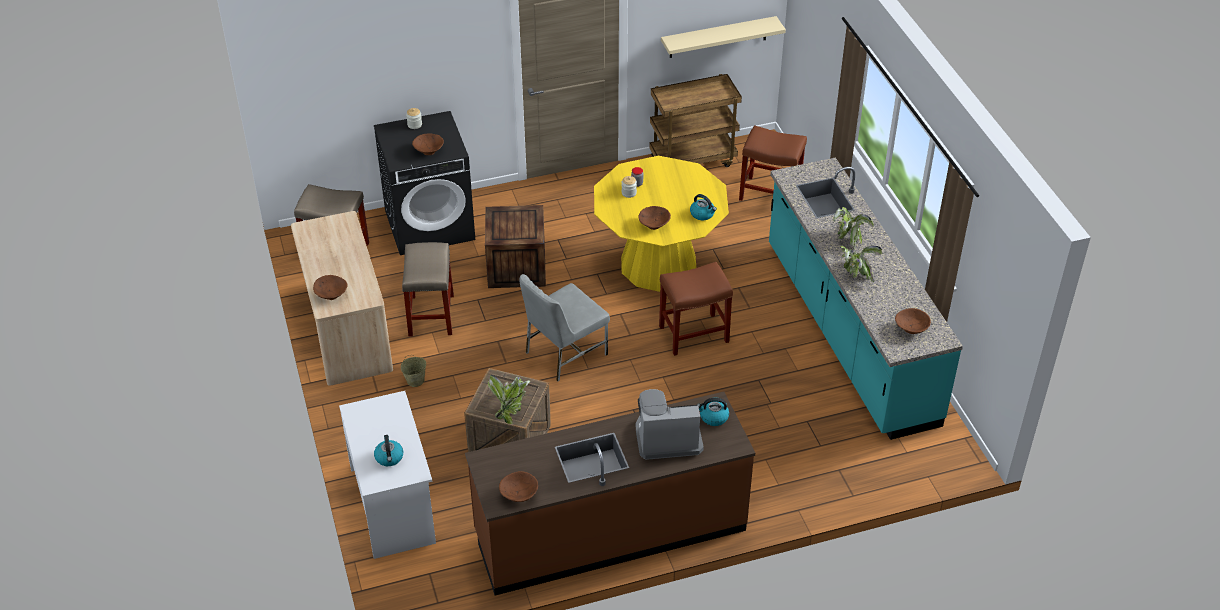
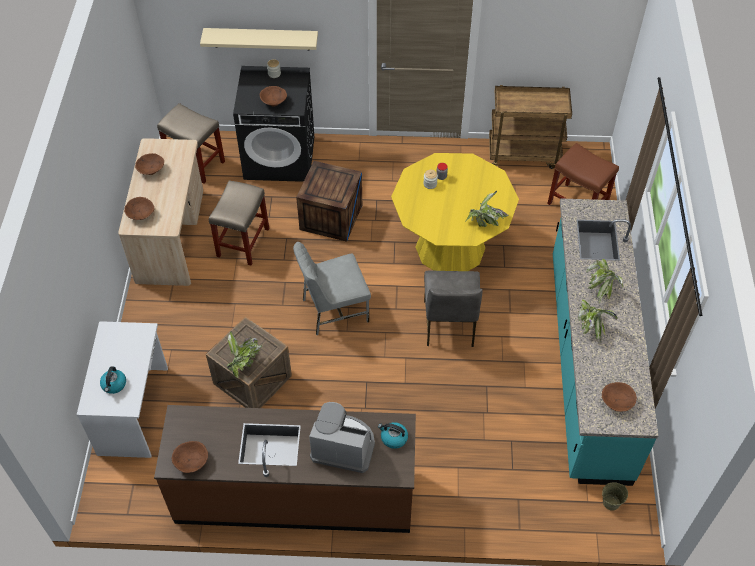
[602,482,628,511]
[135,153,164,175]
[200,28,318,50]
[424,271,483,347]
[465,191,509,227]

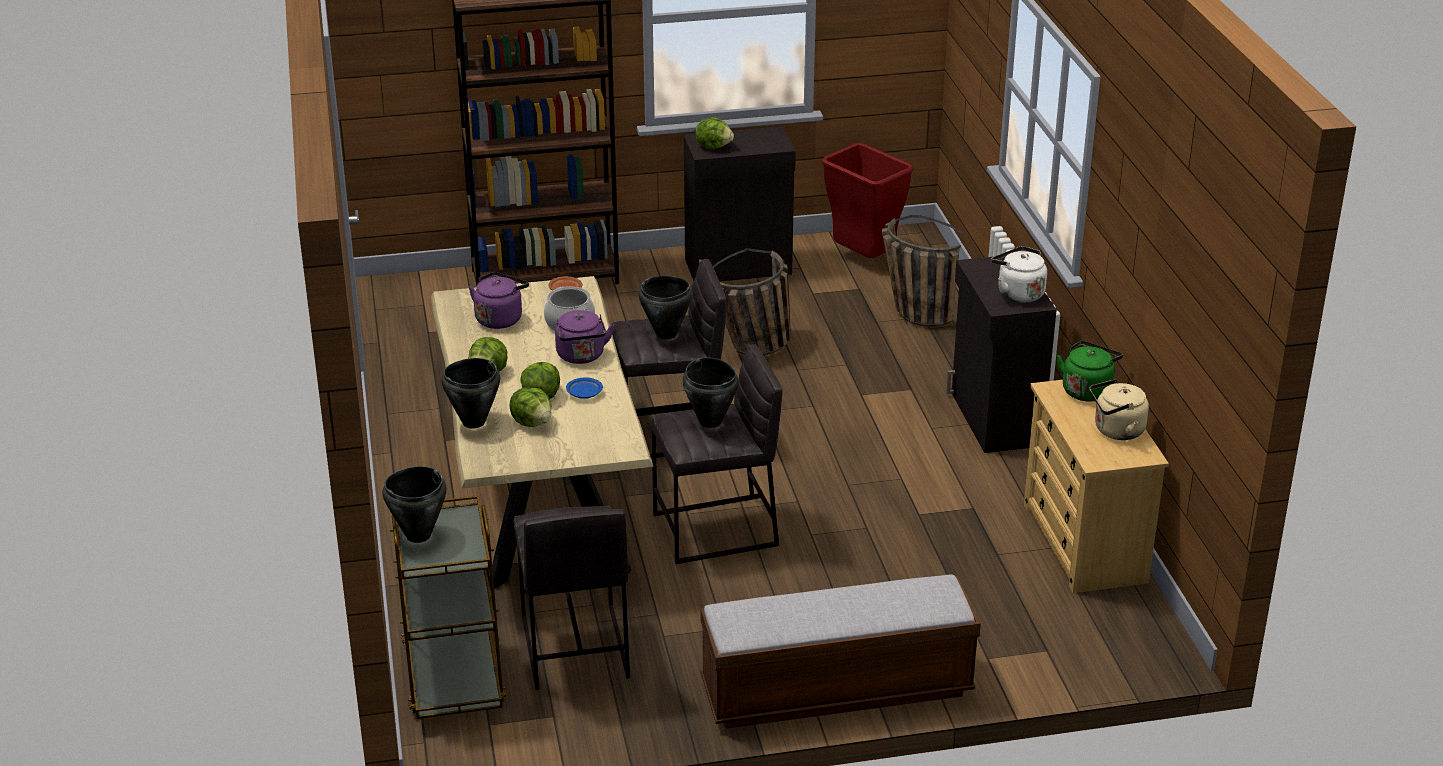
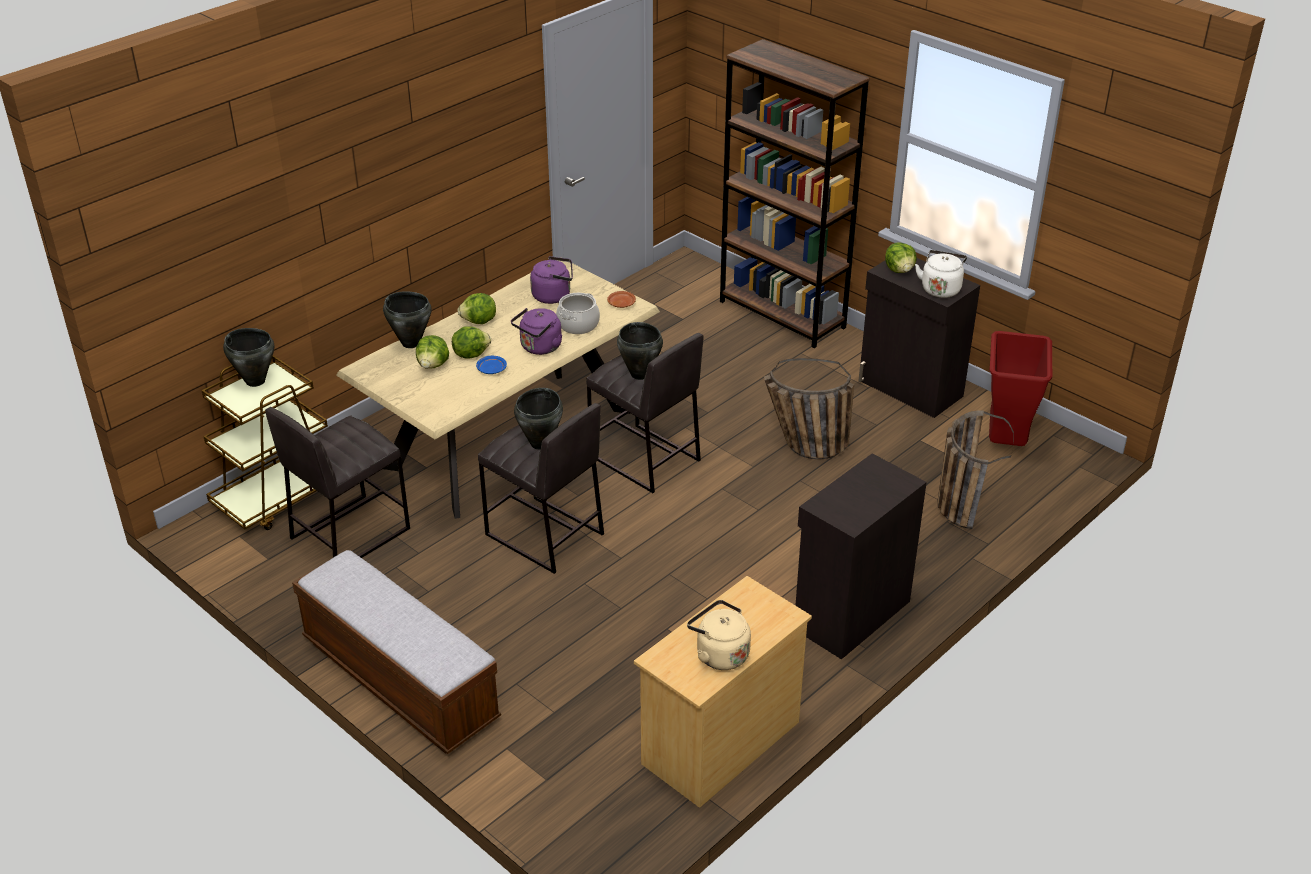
[1056,341,1123,402] (first image)
[915,250,967,298]

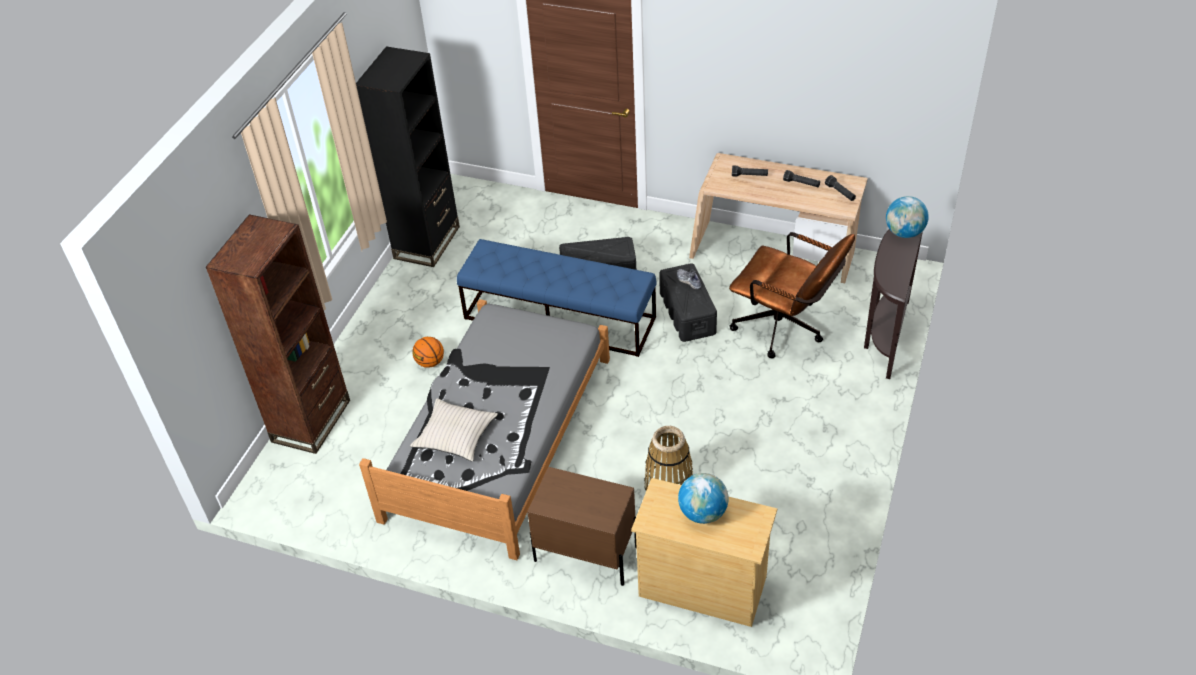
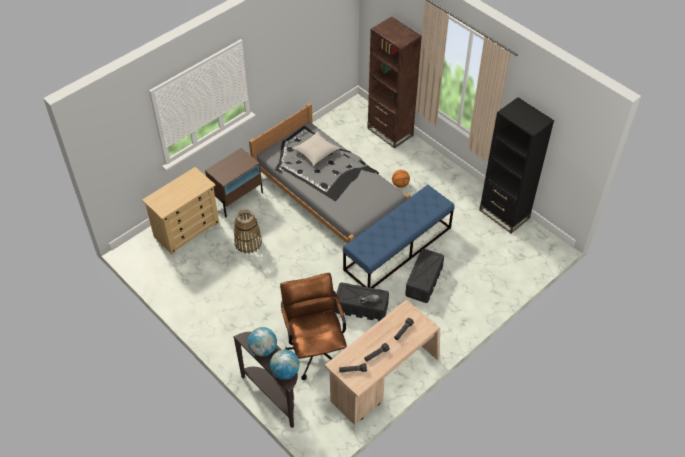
[248,327,277,357]
[280,273,347,380]

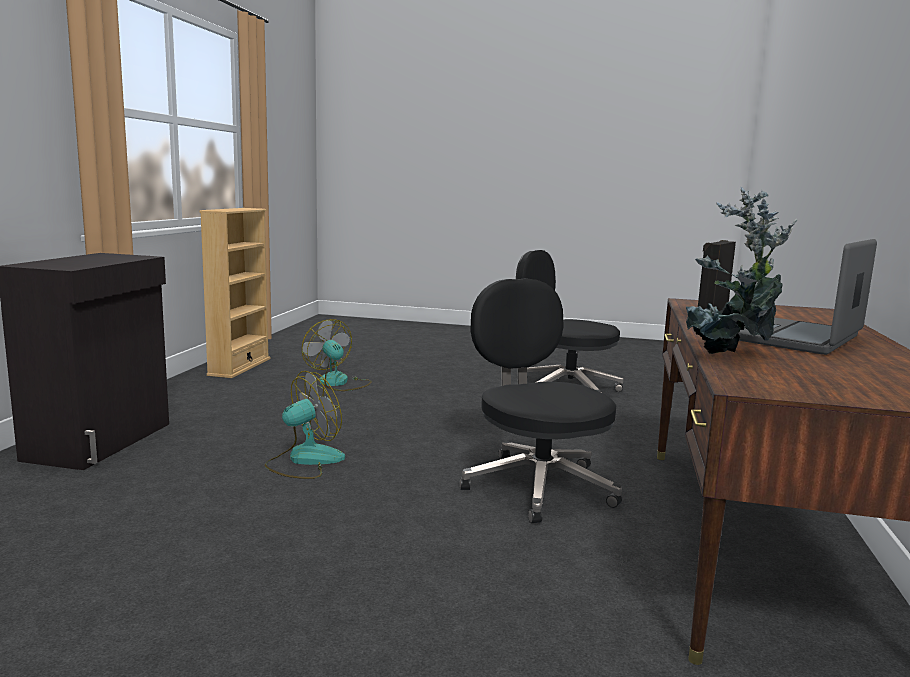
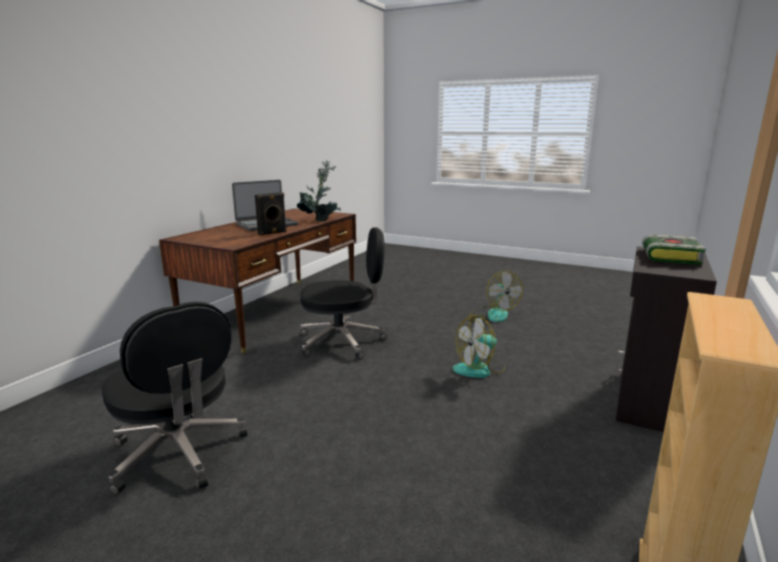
[642,235,706,265]
[470,270,523,322]
[300,227,387,359]

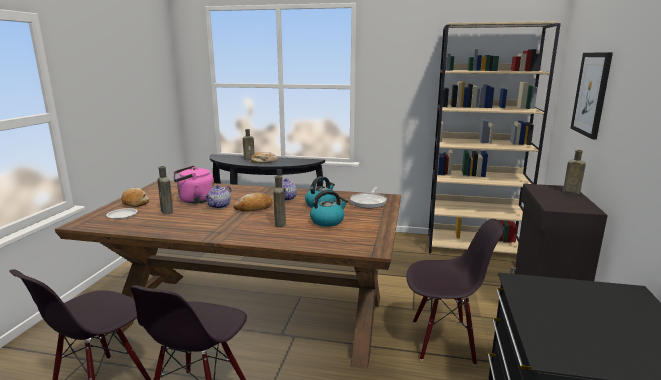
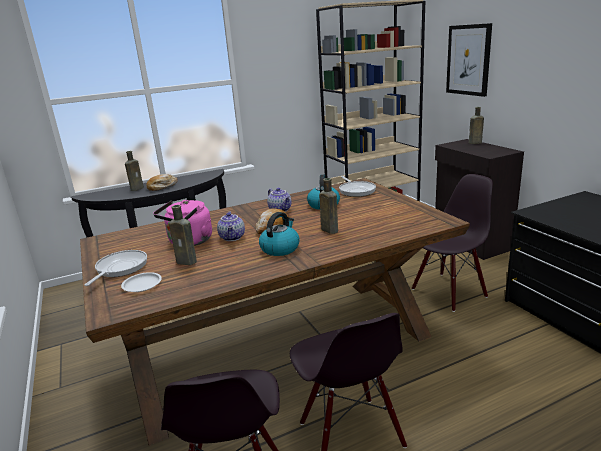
[259,212,300,256]
[84,250,147,286]

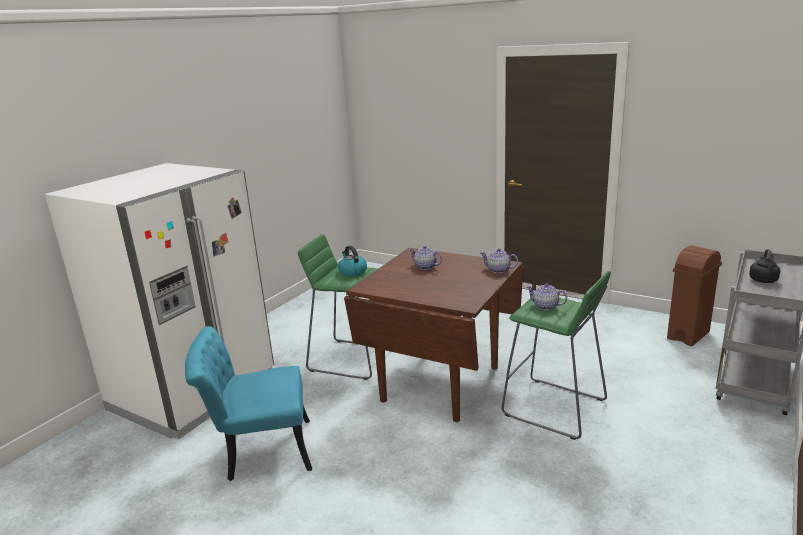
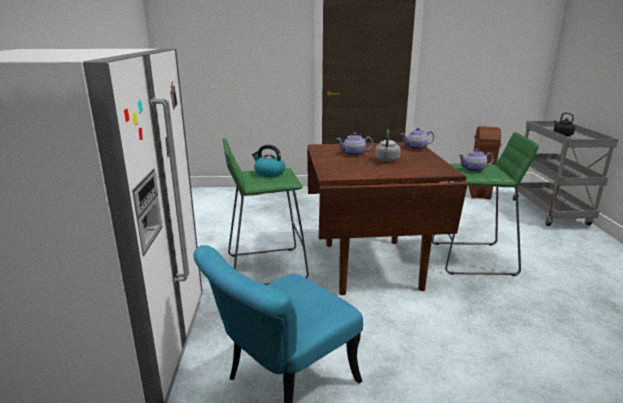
[375,130,401,162]

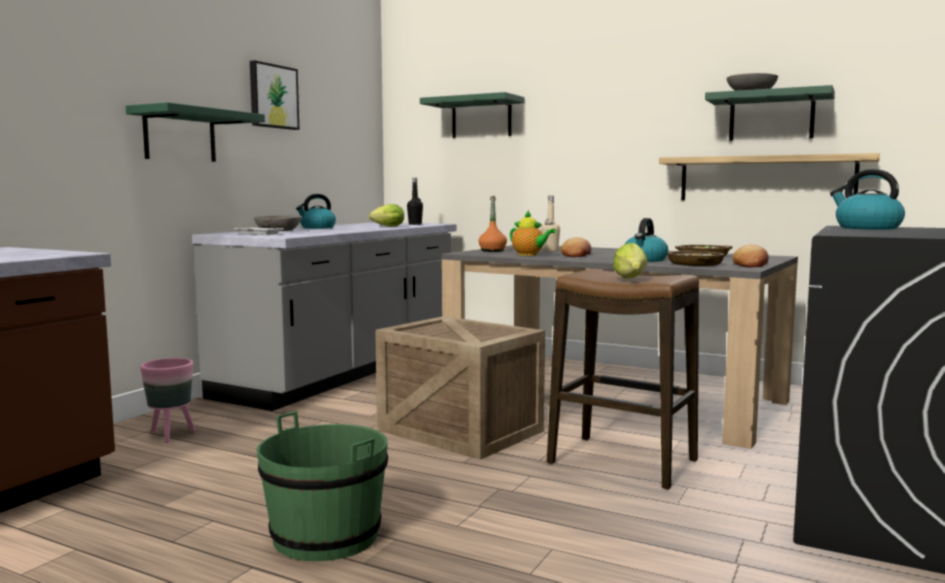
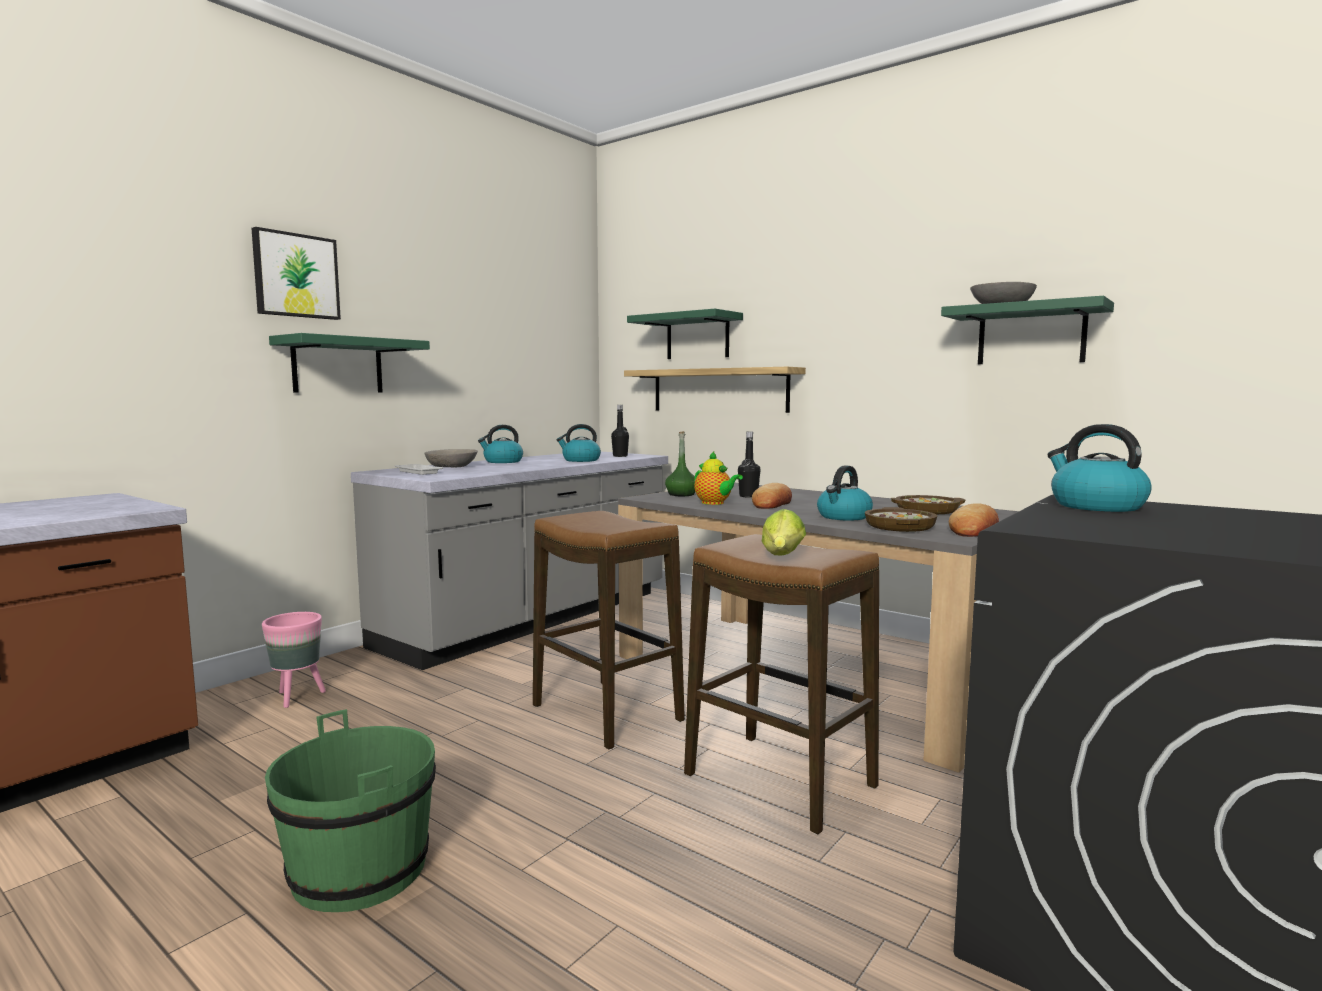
[251,227,341,320]
[624,367,806,413]
[556,424,601,462]
[533,511,685,750]
[665,431,695,496]
[738,432,760,498]

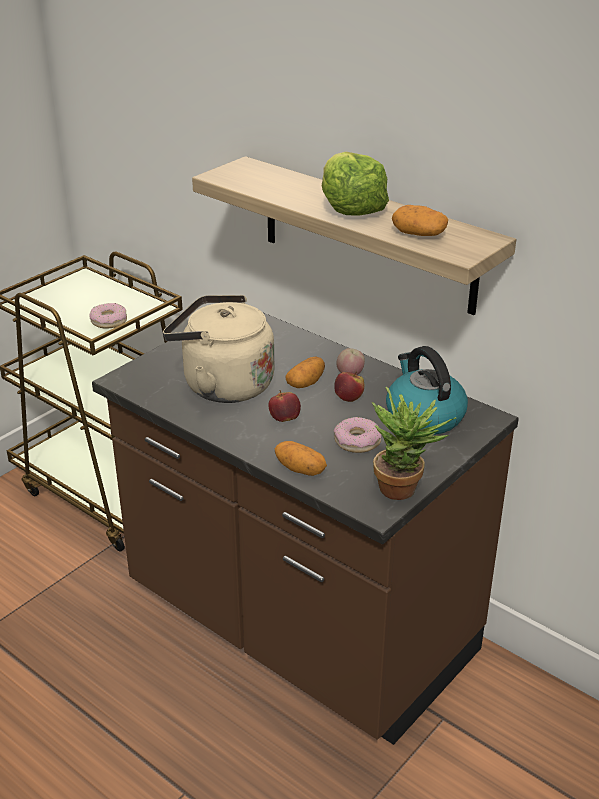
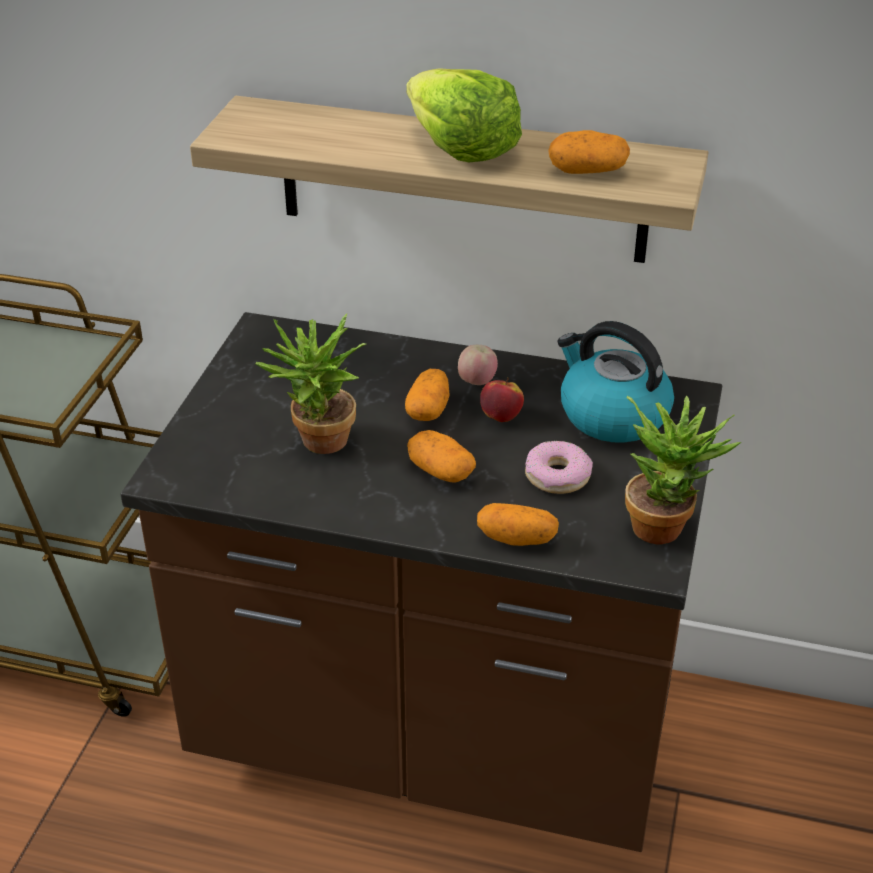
[90,303,127,329] (first image)
[255,314,366,454]
[407,430,476,482]

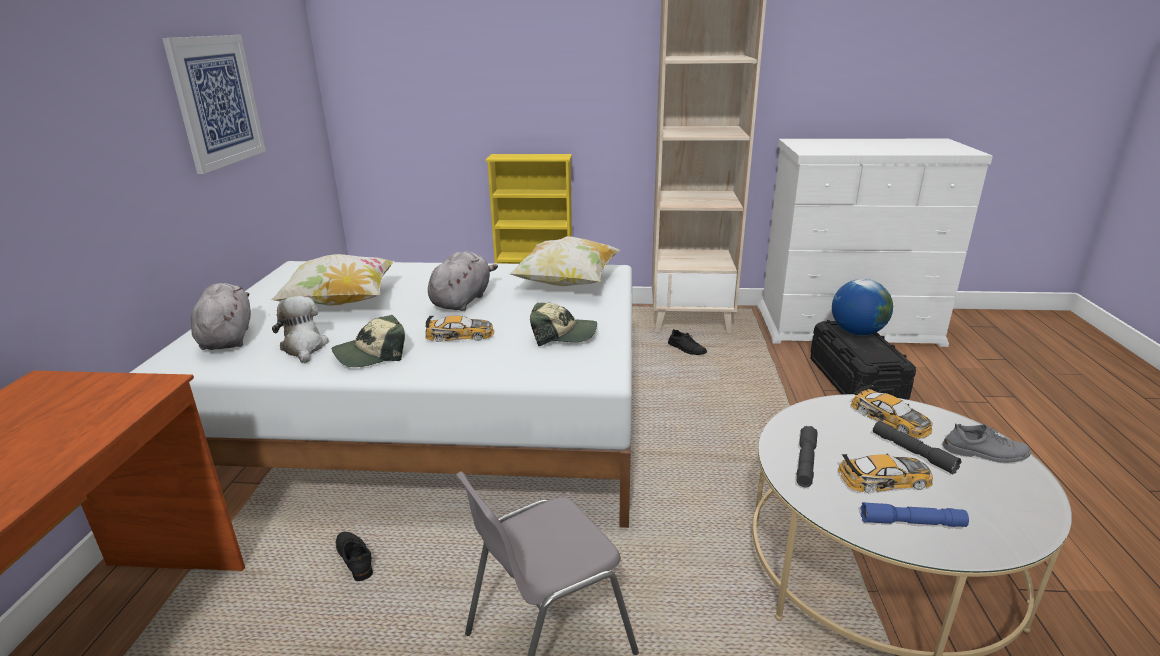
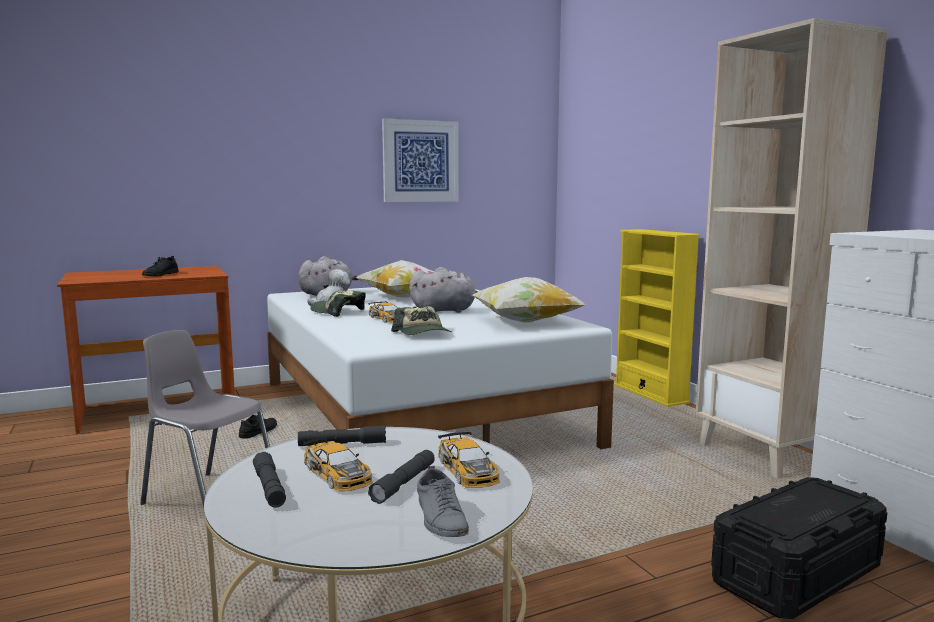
[832,279,893,335] (first image)
[142,256,179,276]
[253,452,286,508]
[438,431,500,488]

